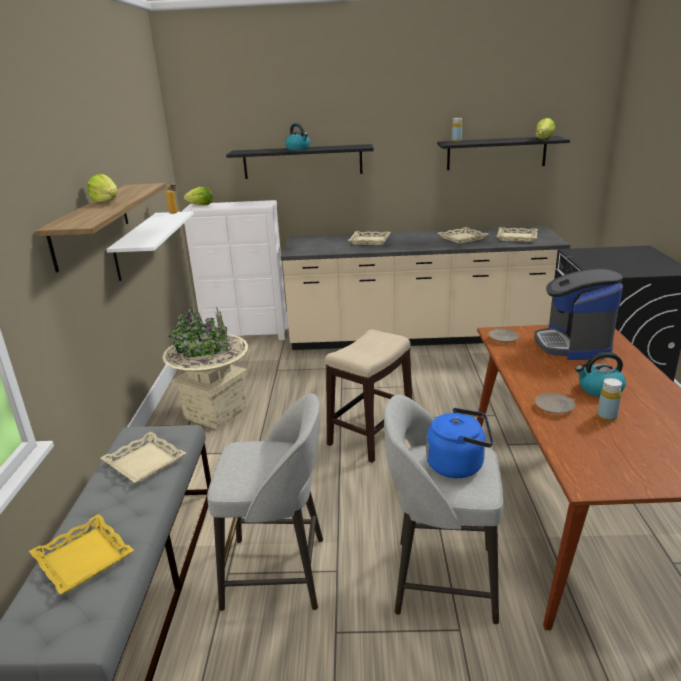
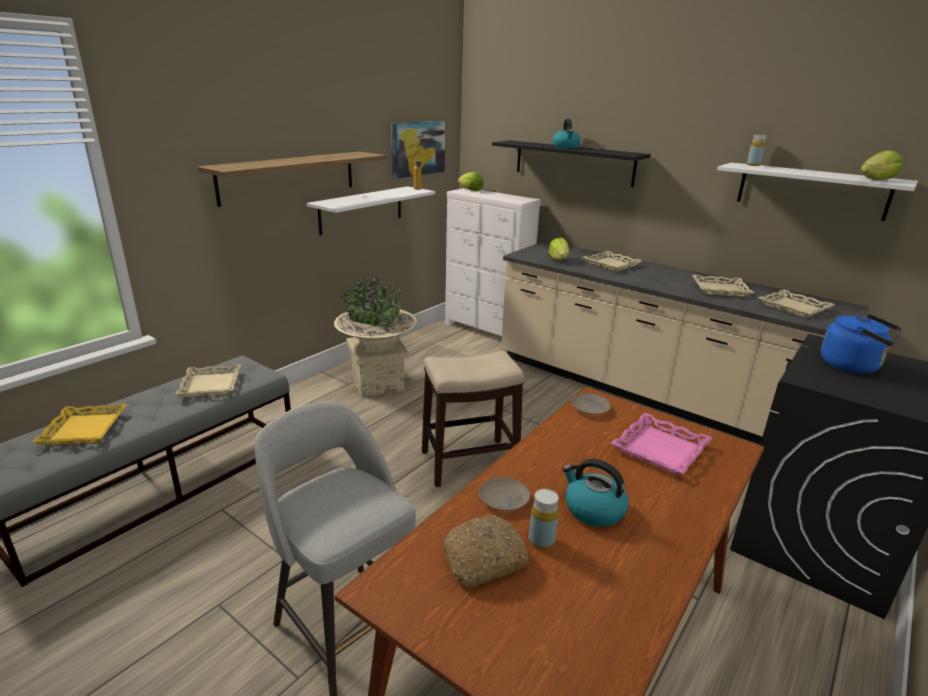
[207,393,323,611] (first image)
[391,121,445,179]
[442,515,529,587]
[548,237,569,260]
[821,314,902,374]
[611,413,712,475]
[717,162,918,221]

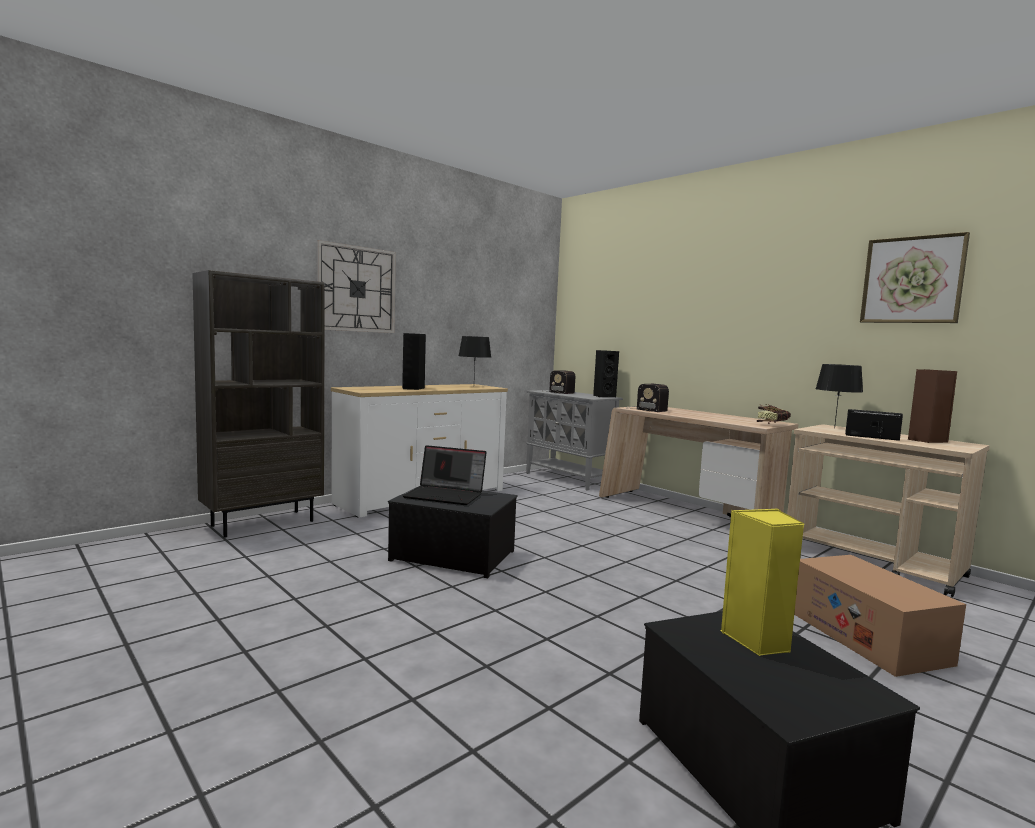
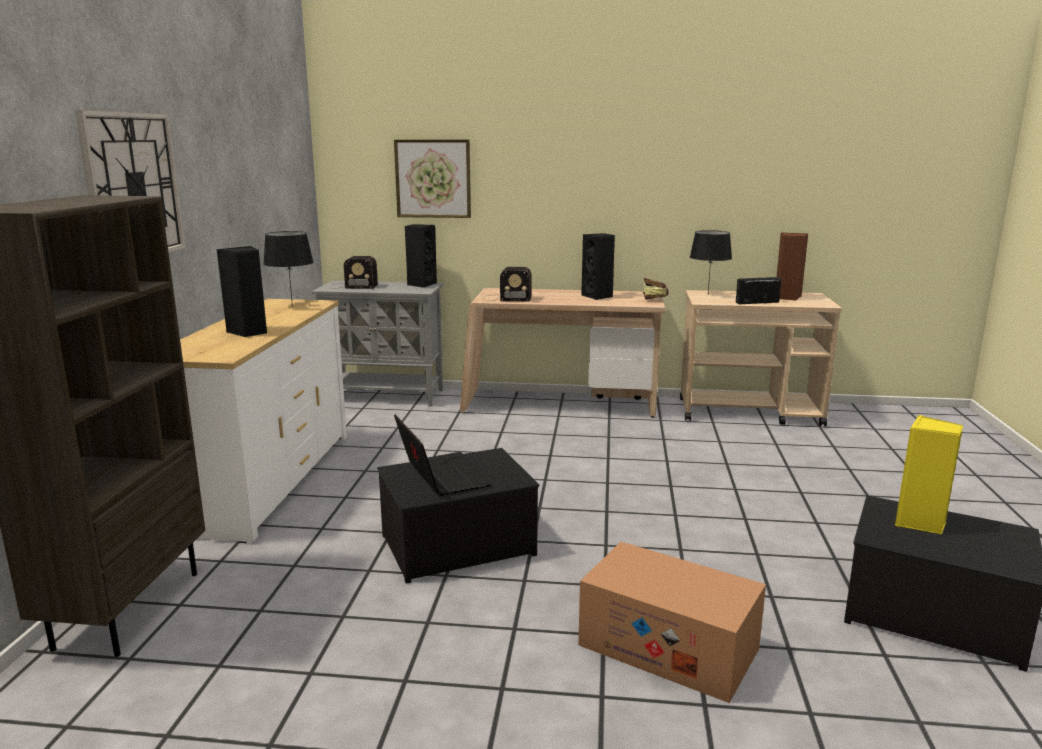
[581,233,615,300]
[578,542,766,703]
[394,139,471,218]
[394,414,493,496]

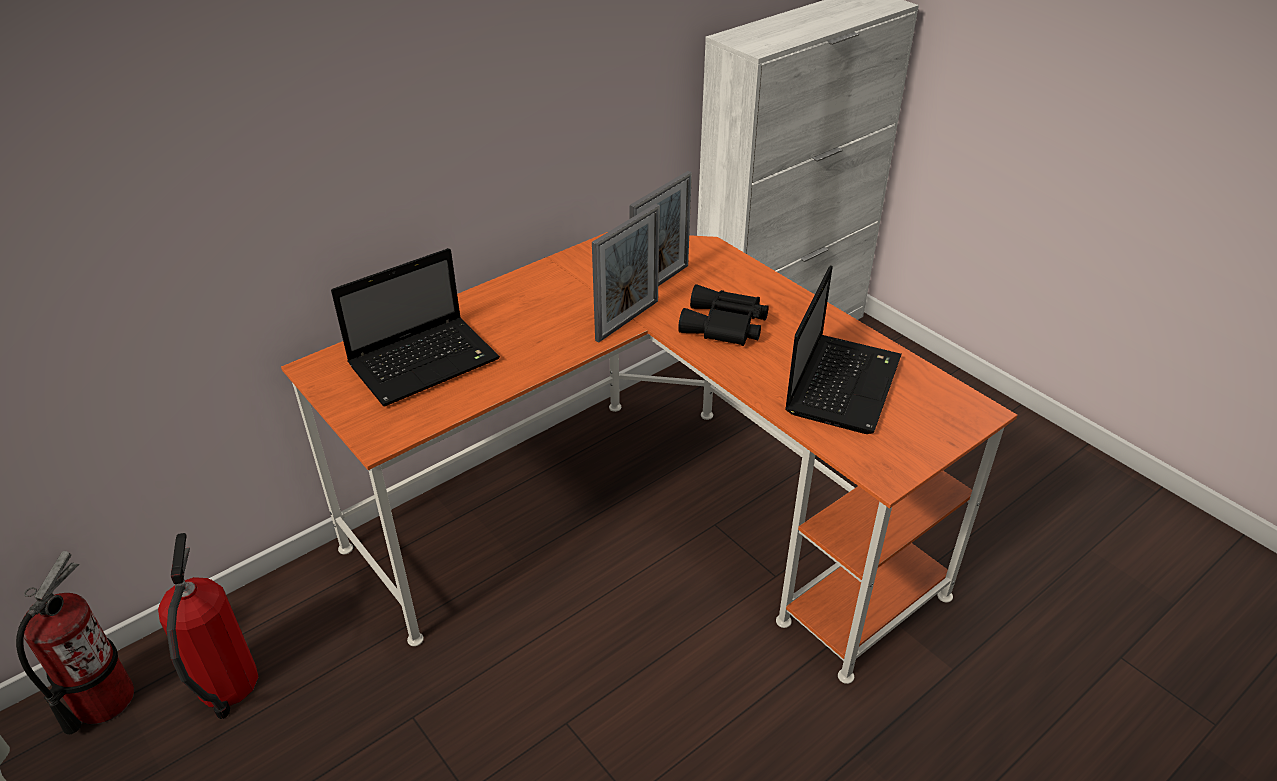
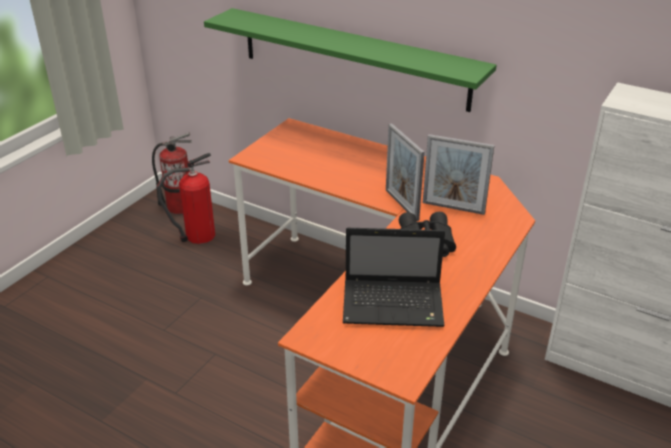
[331,248,500,406] (first image)
[204,8,497,112]
[386,123,425,221]

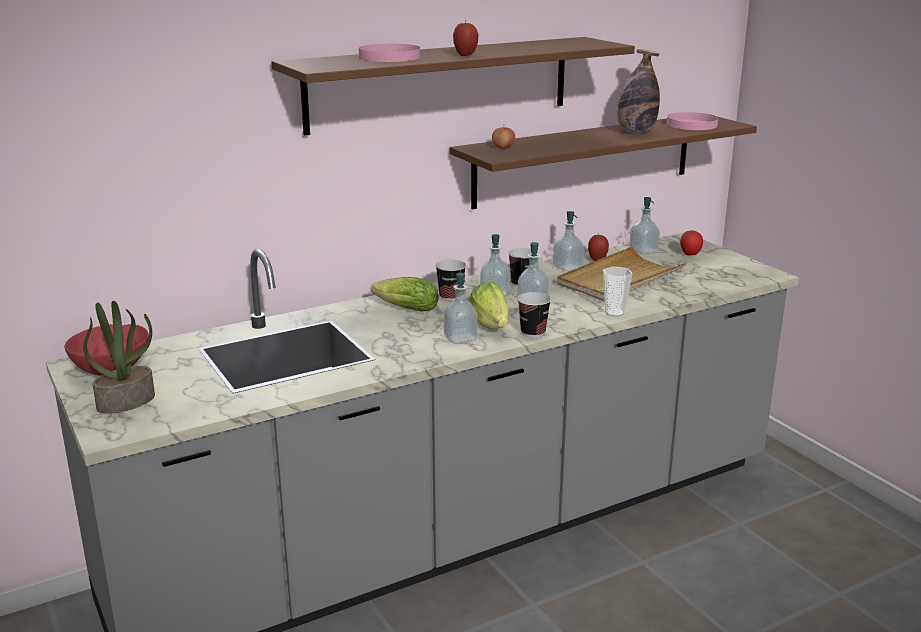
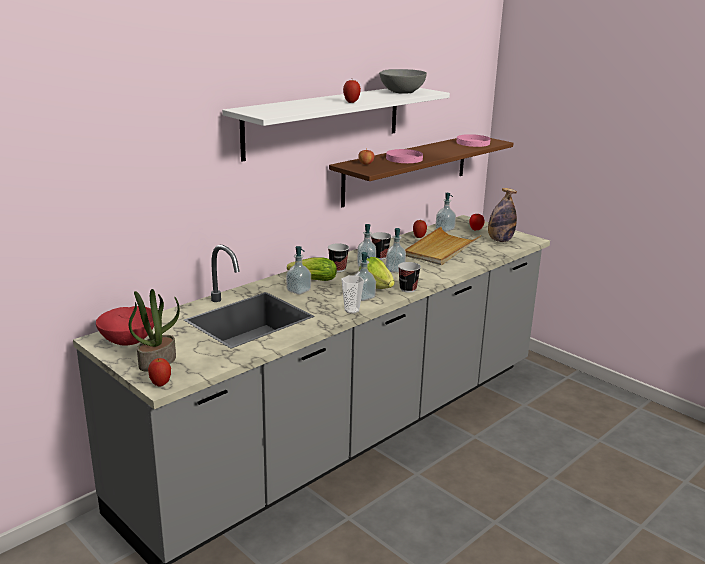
[148,358,171,387]
[379,69,427,94]
[386,149,423,163]
[286,246,311,295]
[341,275,364,314]
[488,188,517,242]
[222,88,450,162]

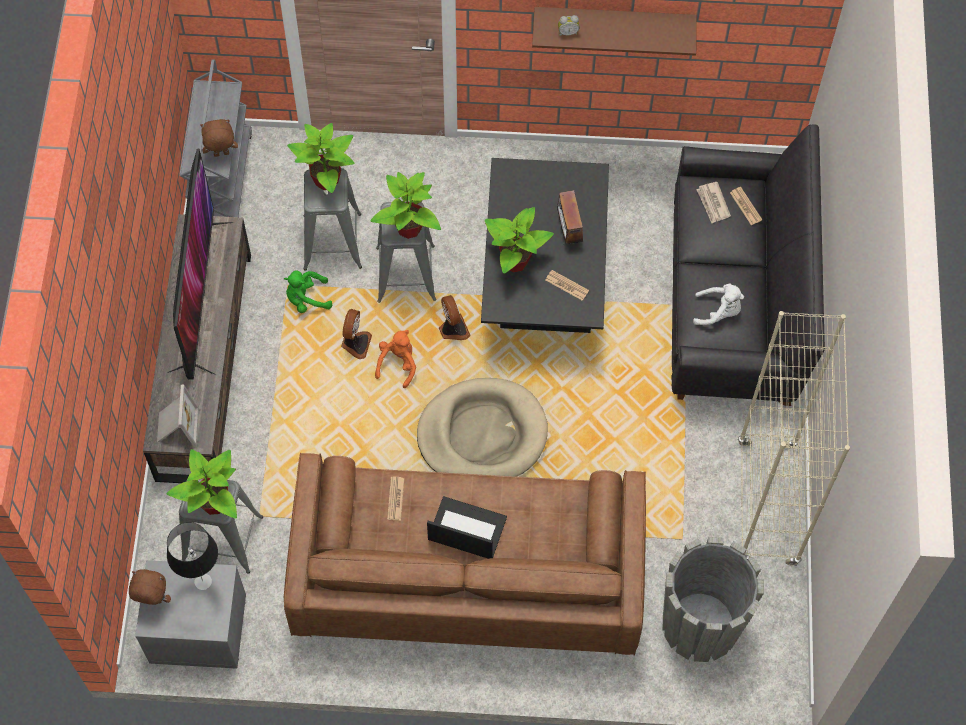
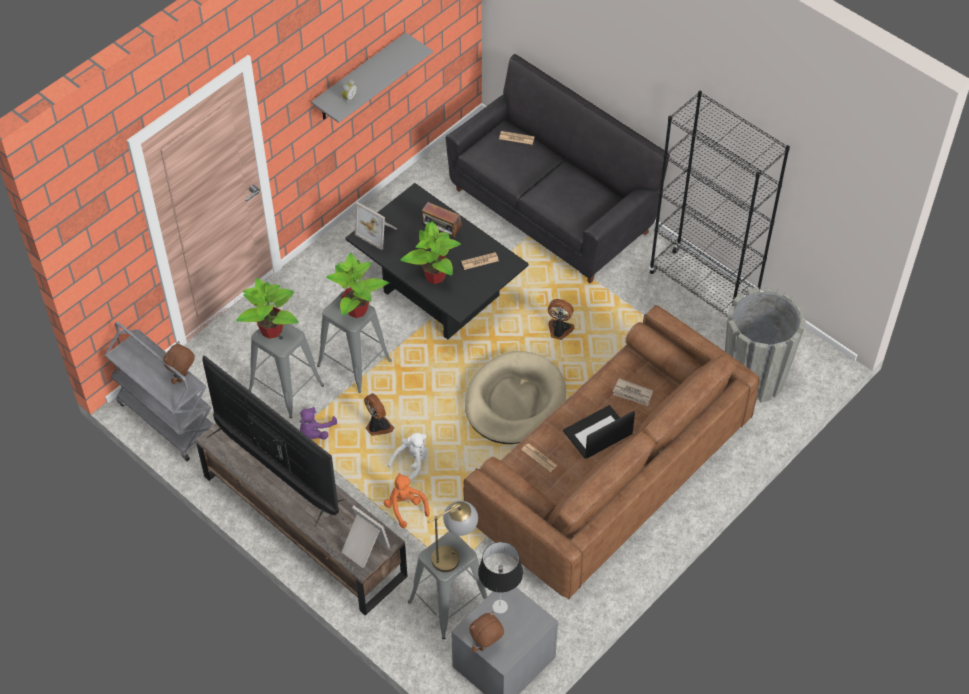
[355,202,397,250]
[384,473,429,528]
[548,299,574,340]
[388,433,427,481]
[613,378,653,406]
[428,501,478,572]
[300,407,337,440]
[311,32,433,123]
[649,91,790,317]

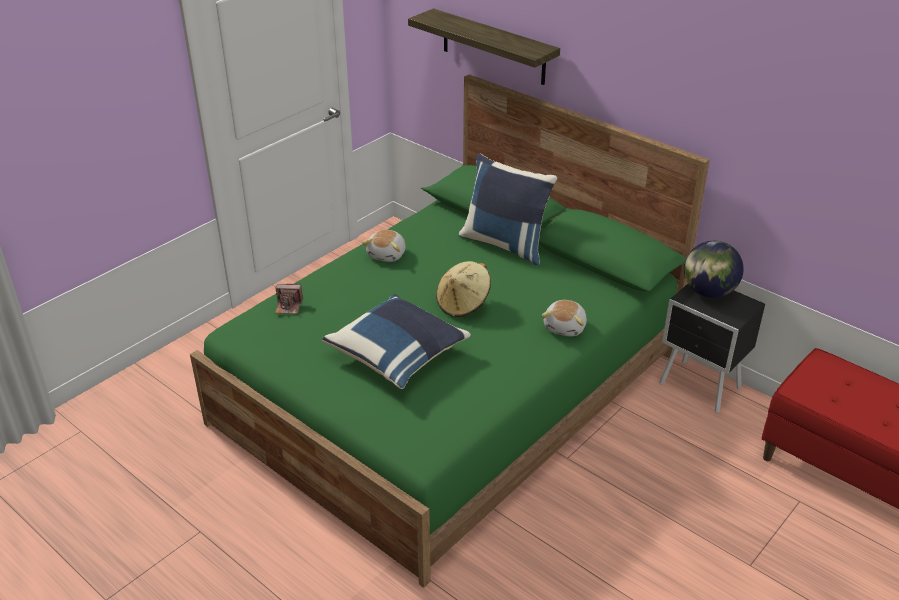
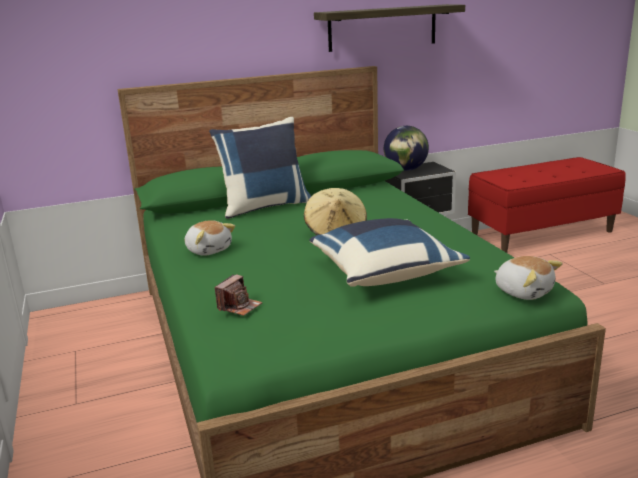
[314,4,465,52]
[494,256,563,300]

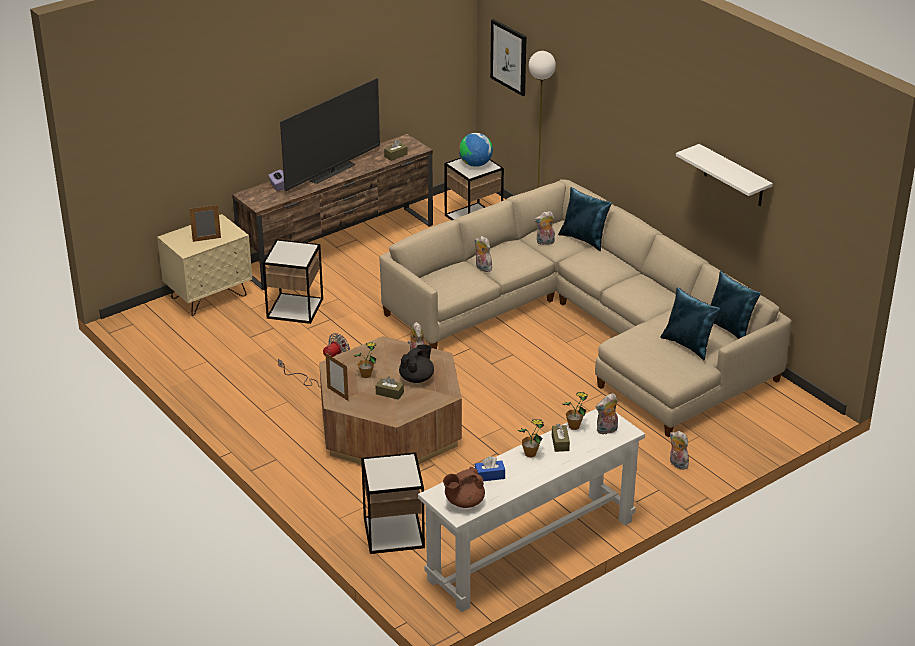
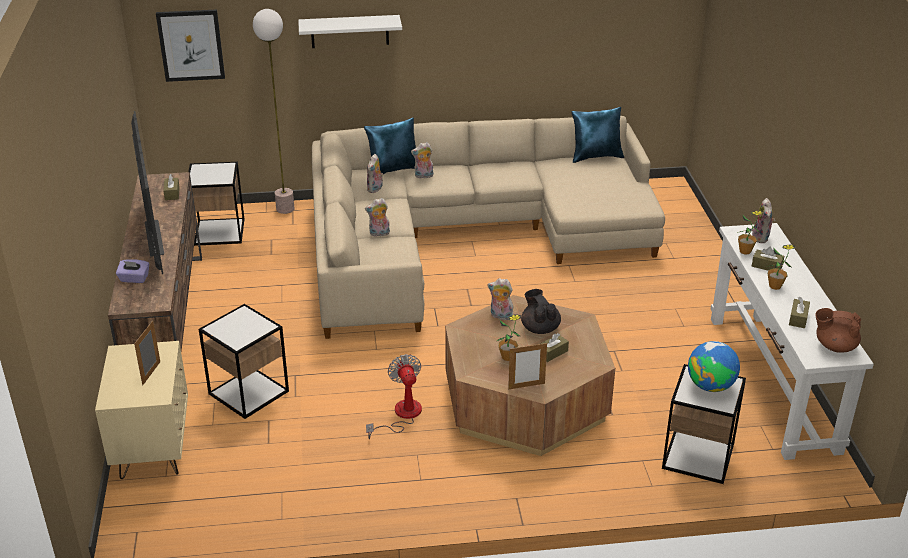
[660,287,720,361] (first image)
[688,341,740,392]
[411,142,434,179]
[298,15,402,48]
[789,297,810,328]
[815,308,861,353]

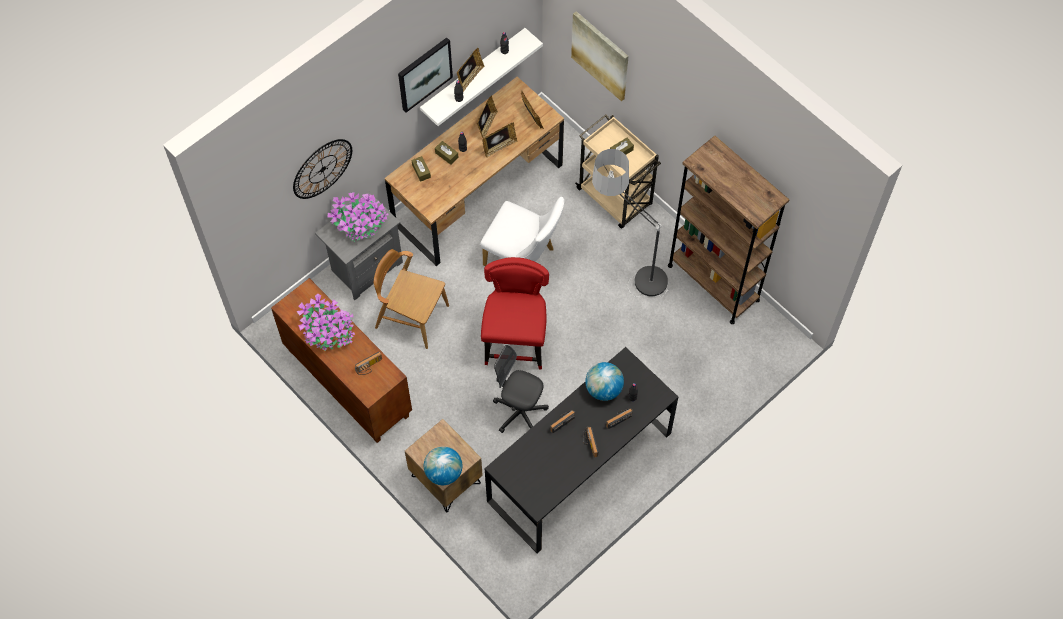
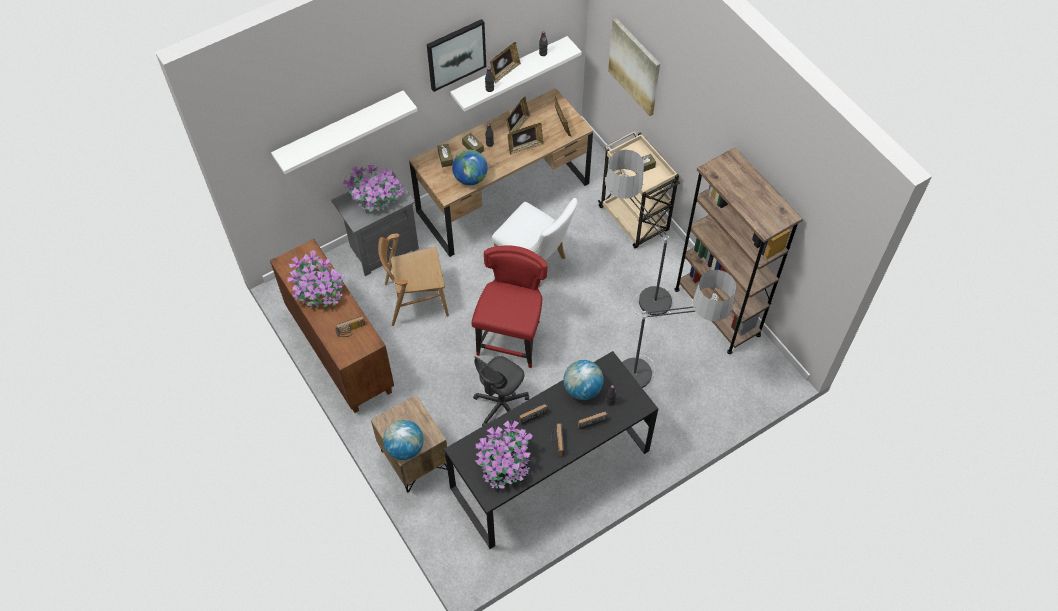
[452,150,488,185]
[475,421,533,488]
[622,270,736,388]
[271,90,417,174]
[378,233,449,326]
[473,356,529,426]

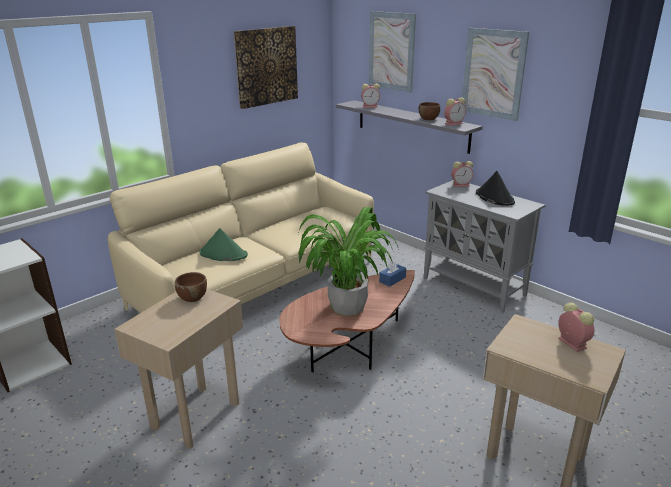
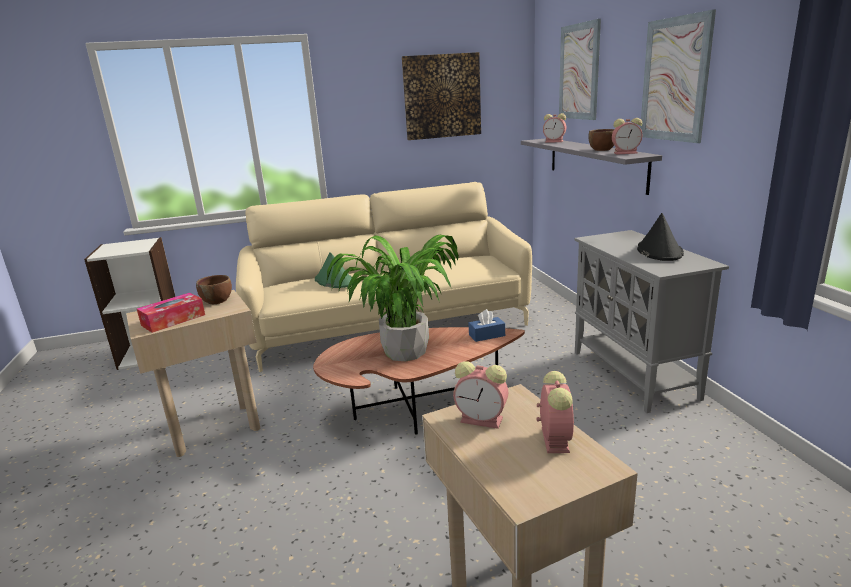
[137,293,205,333]
[453,361,508,429]

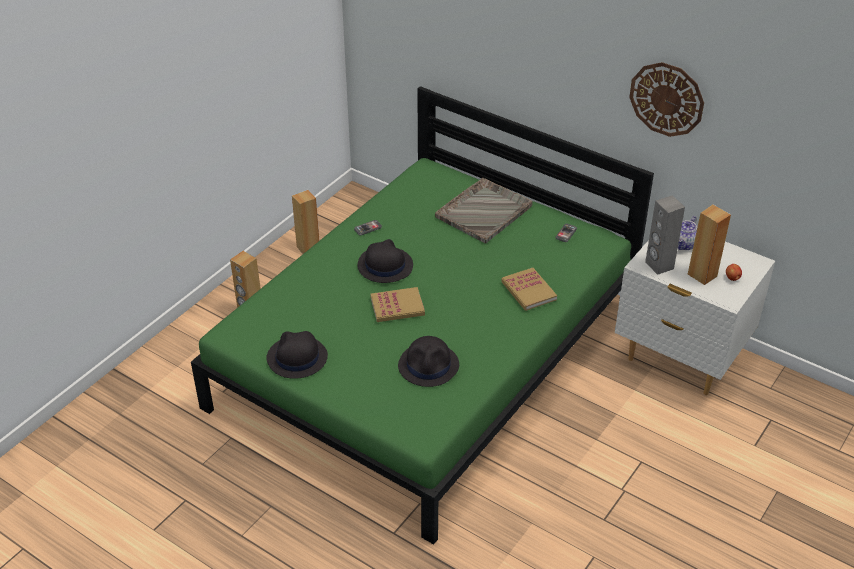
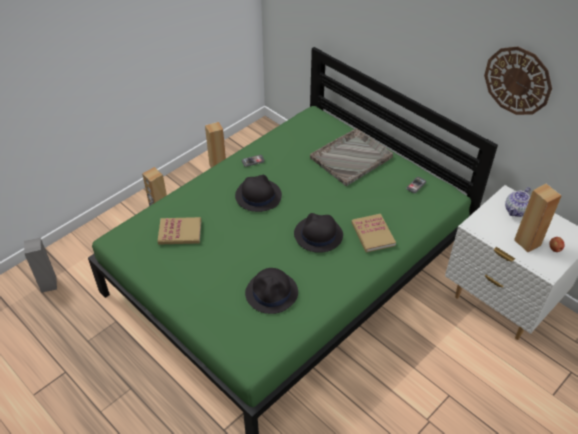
[294,213,343,253]
[158,217,201,245]
[24,238,57,293]

